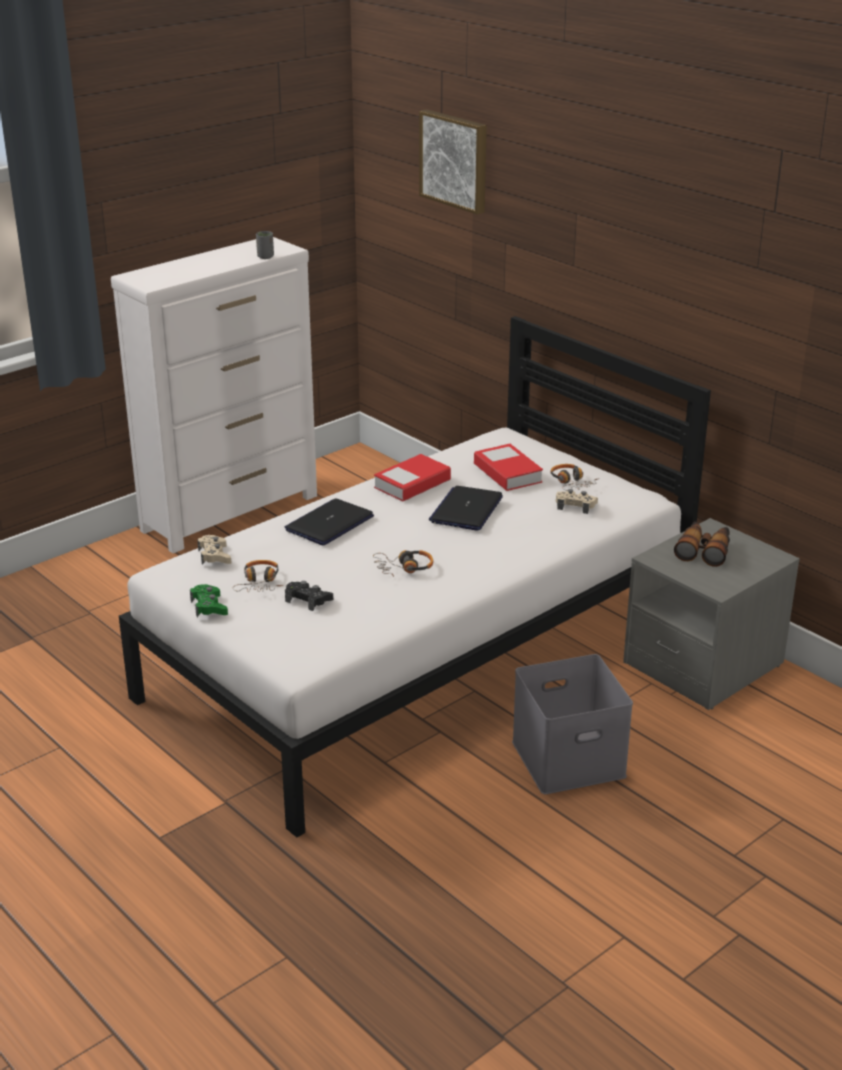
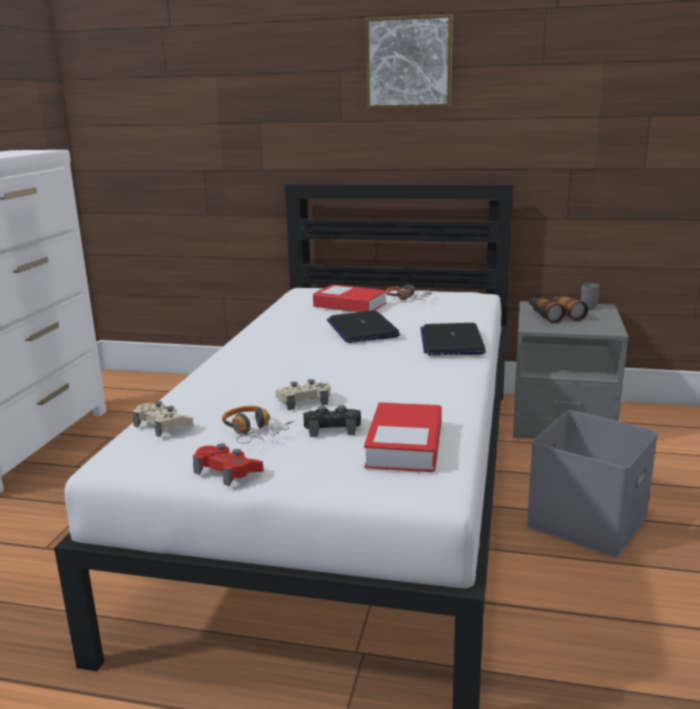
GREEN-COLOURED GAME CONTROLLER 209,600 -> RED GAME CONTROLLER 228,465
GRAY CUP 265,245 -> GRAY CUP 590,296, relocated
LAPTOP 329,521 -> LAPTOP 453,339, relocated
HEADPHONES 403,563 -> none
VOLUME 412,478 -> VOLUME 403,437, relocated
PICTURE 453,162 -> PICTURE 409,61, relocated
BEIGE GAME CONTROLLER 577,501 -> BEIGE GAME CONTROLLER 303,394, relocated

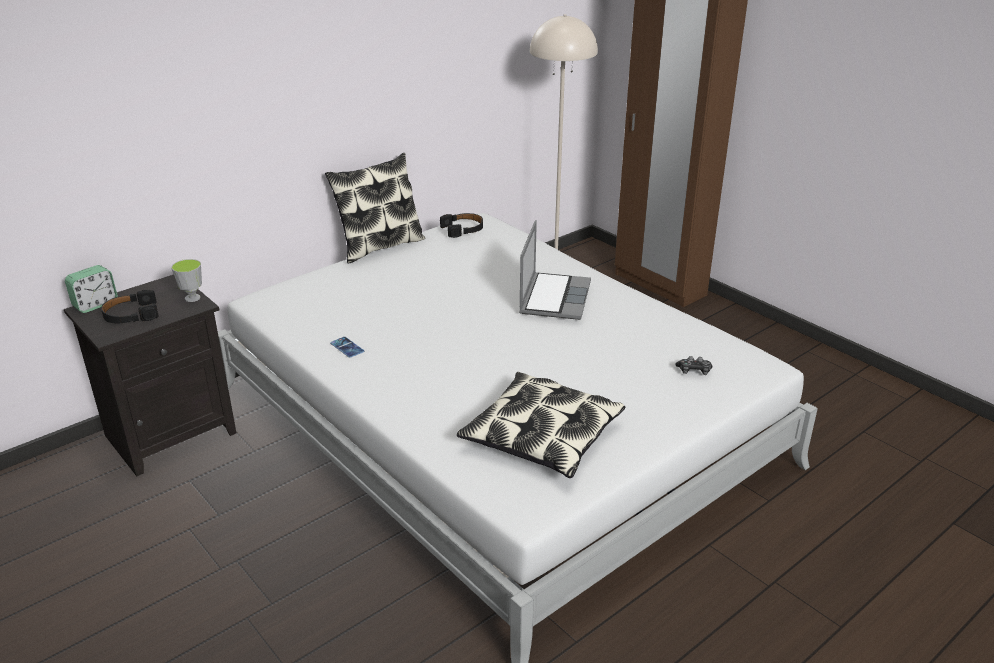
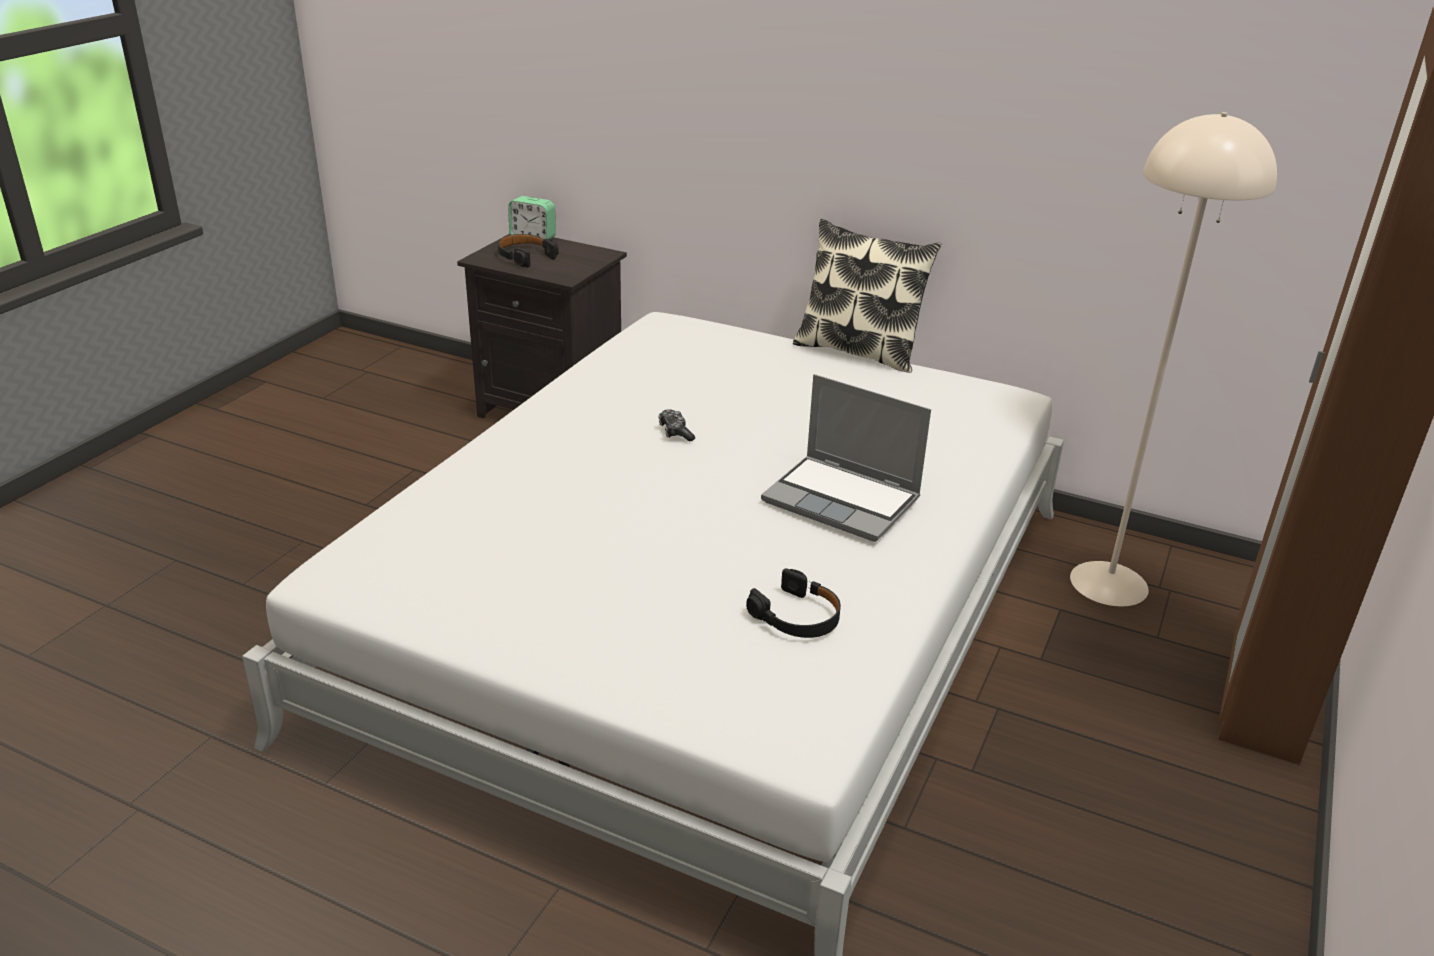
CUP 186,280 -> none
PHONE 347,347 -> none
BLACKISH HEADPHONES 461,225 -> BLACKISH HEADPHONES 793,603, relocated
THROW PILLOW 541,425 -> none
LAPTOP 555,270 -> LAPTOP 846,458, 45 degrees clockwise
GAME CONTROLLER 694,365 -> GAME CONTROLLER 676,425, relocated

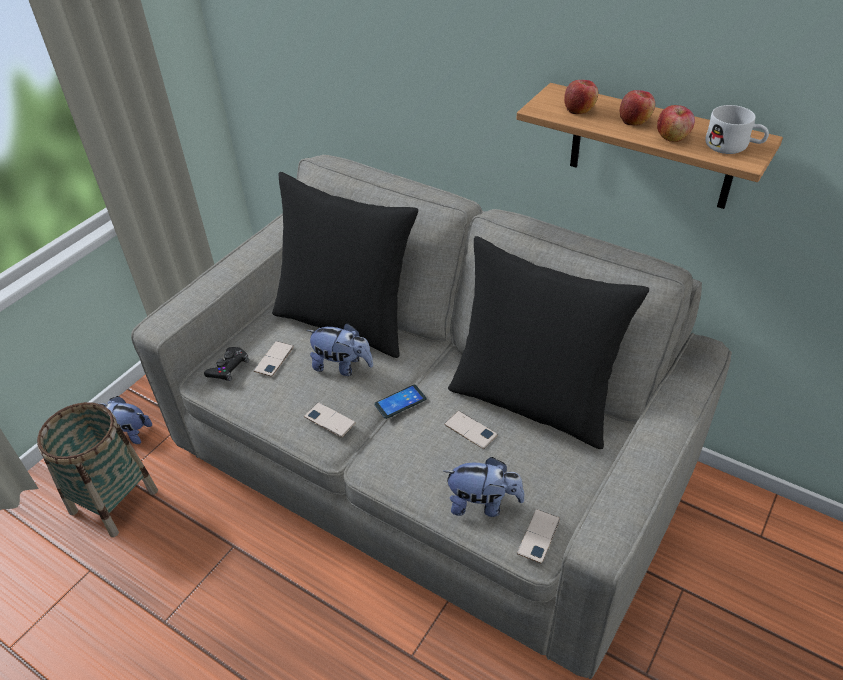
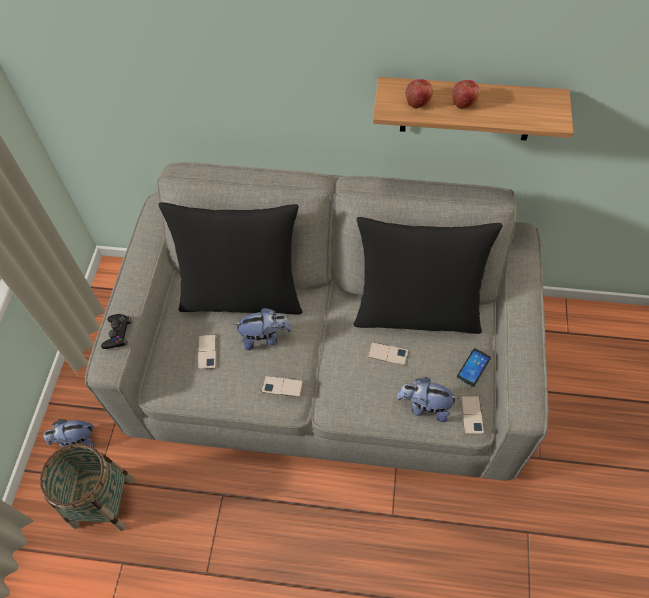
BLACKISH GAME CONTROLLER 226,364 -> BLACKISH GAME CONTROLLER 116,331, relocated
PHONE 400,401 -> PHONE 474,367, relocated
CUDDLY TOY 484,487 -> CUDDLY TOY 428,399, 150 degrees counterclockwise
WHOLE APPLE 676,123 -> none
WHITE MUG 737,129 -> none

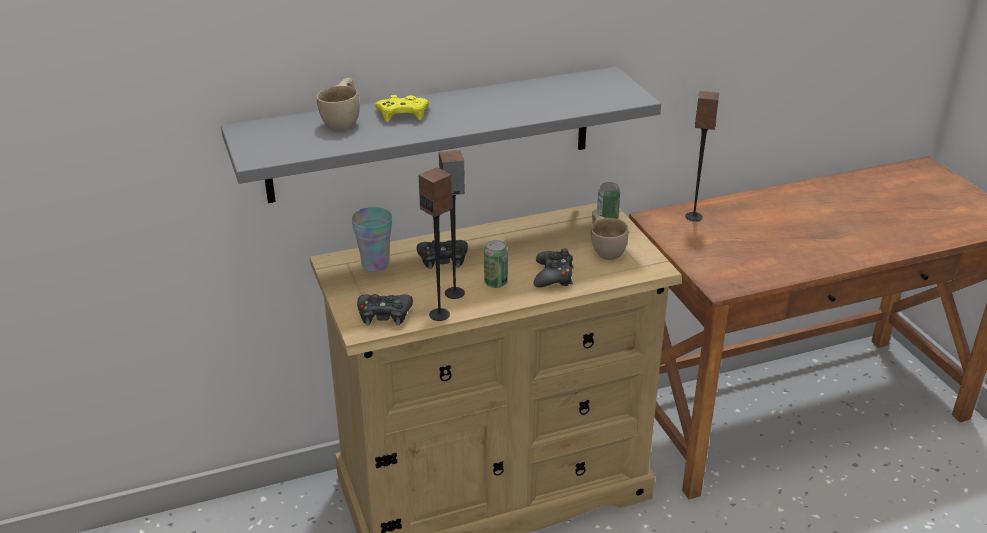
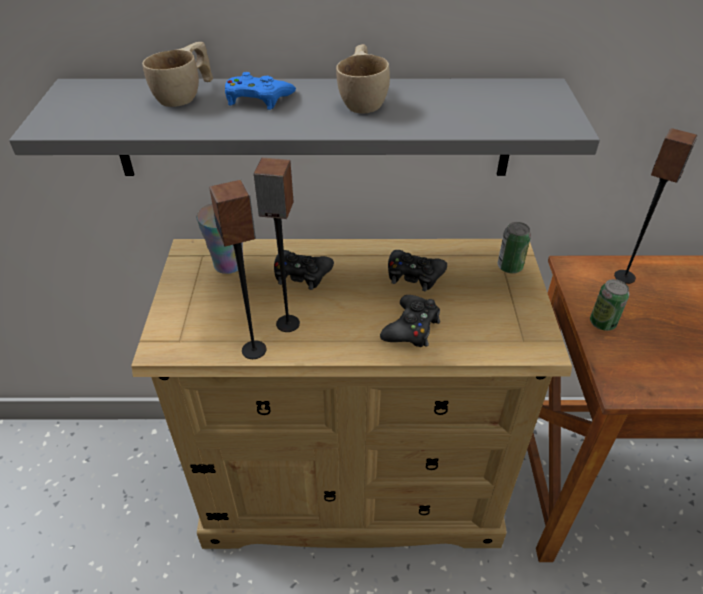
BLACKISH GAME CONTROLLER 385,309 -> BLACKISH GAME CONTROLLER 417,270, relocated
YELLOWISH GAME CONTROLLER 402,108 -> BLUE GAME CONTROLLER 260,91
SEALED CAN 496,264 -> SEALED CAN 609,305, relocated
BEIGE CUP 609,235 -> BEIGE CUP 363,79, relocated

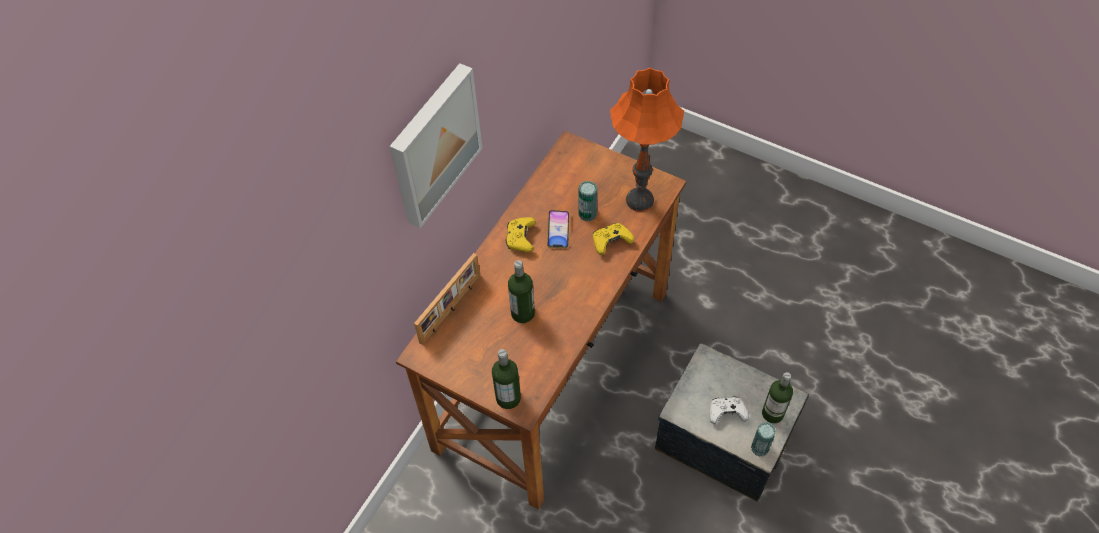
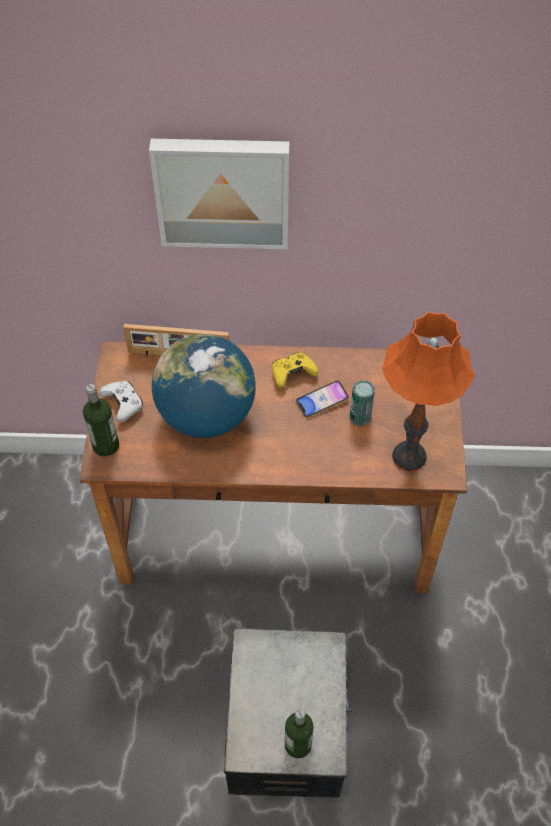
BOTTLE 521,291 -> DESK GLOBE 204,386
YELLOWISH GAME CONTROLLER 613,239 -> none
WHITE GAME CONTROLLER 729,410 -> WHITE GAME CONTROLLER 121,401, relocated
SEALED CAN 763,439 -> none

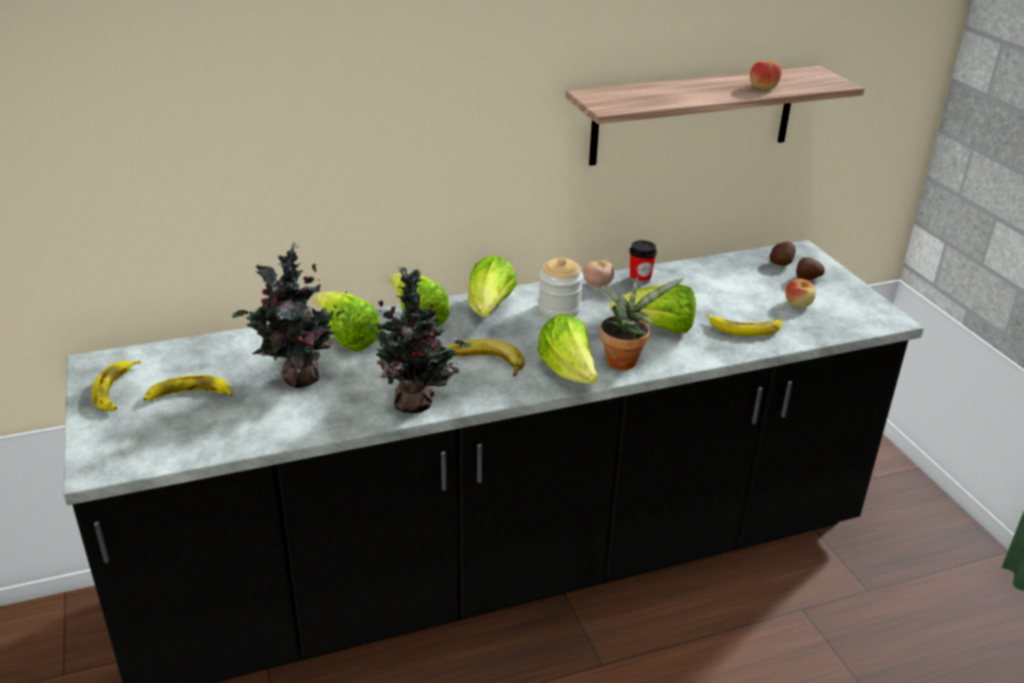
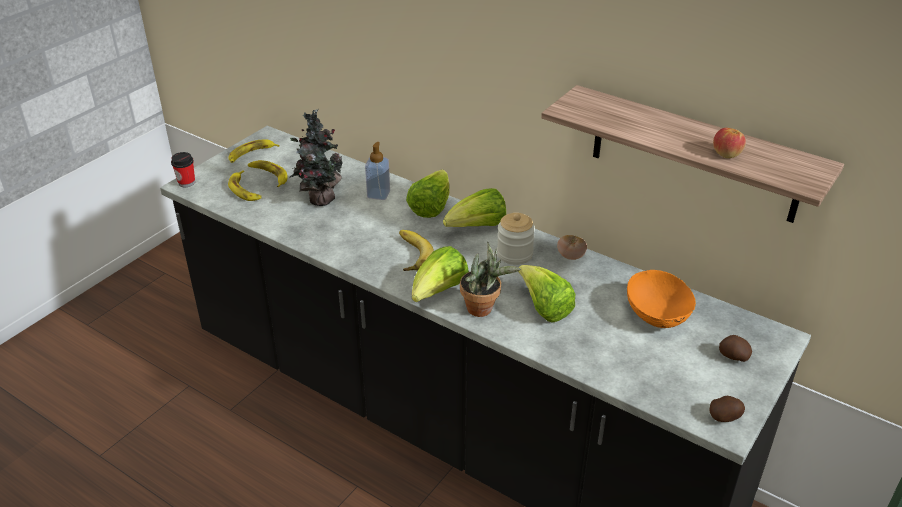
LETTUCE HEAD 347,322 -> SOAP DISPENSER 377,171
PLANT IN A POT 414,340 -> none
CUP 643,262 -> CUP 183,169, relocated
WHOLE BANANA 744,325 -> WHOLE BANANA 245,185, relocated
SPUD 783,253 -> SPUD 727,409, relocated
WHOLE APPLE 800,293 -> none
none -> ORANGE SERVING BOWL 661,299

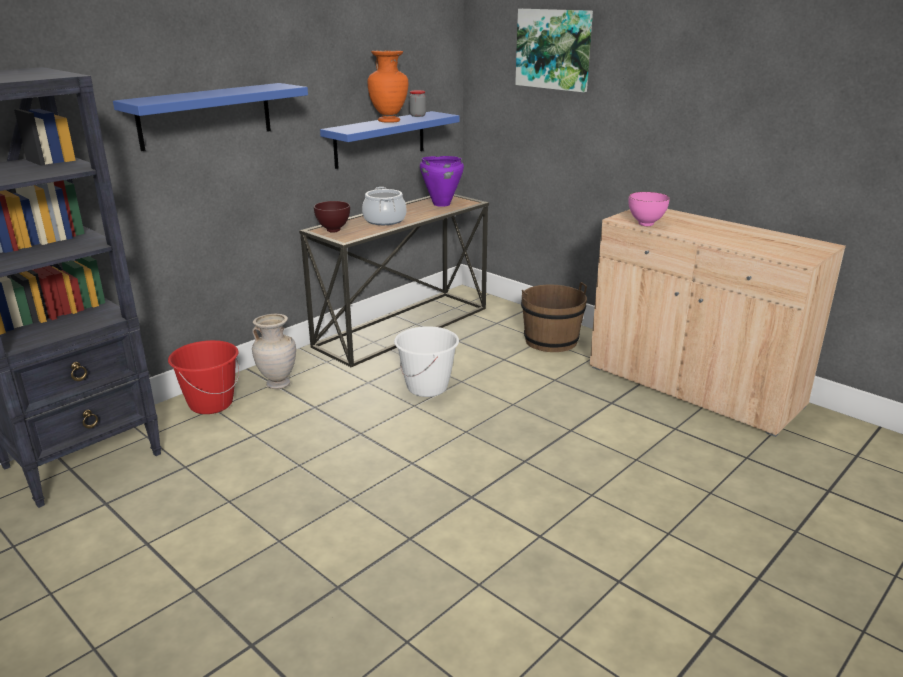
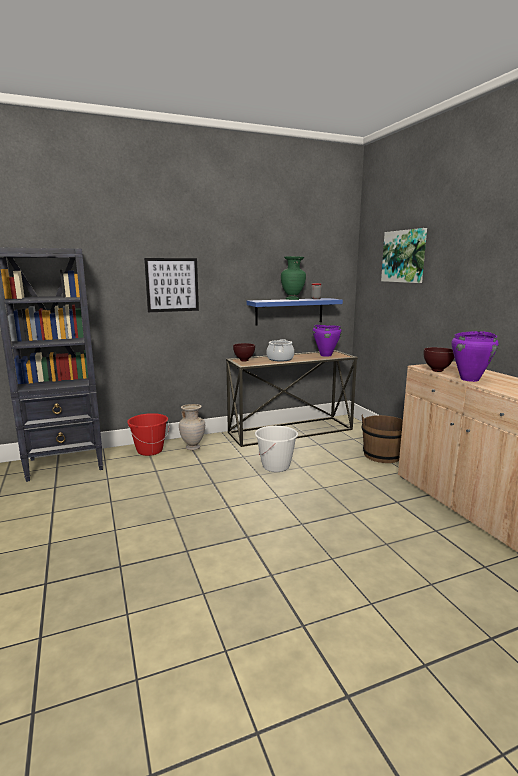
BLUE BRACKET SHELF 210,117 -> PICTURE 171,285
ORANGE VASE 388,87 -> GREEN-COLOURED VASE 293,278
PINKISH SERVING BOWL 649,209 -> BROWNISH SERVING BOWL 439,359
none -> PURPLE-COLOURED SAUCEPOT 475,356

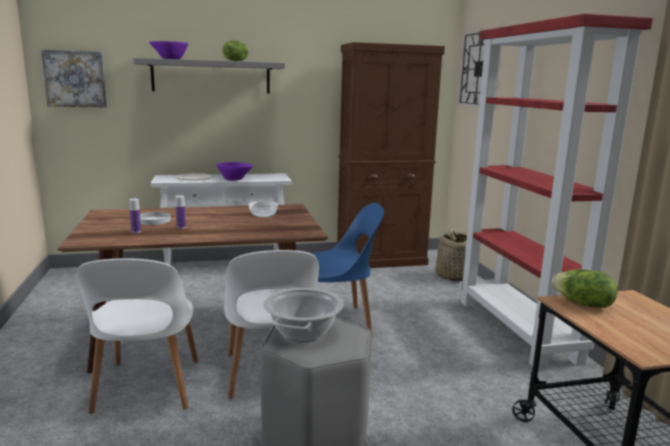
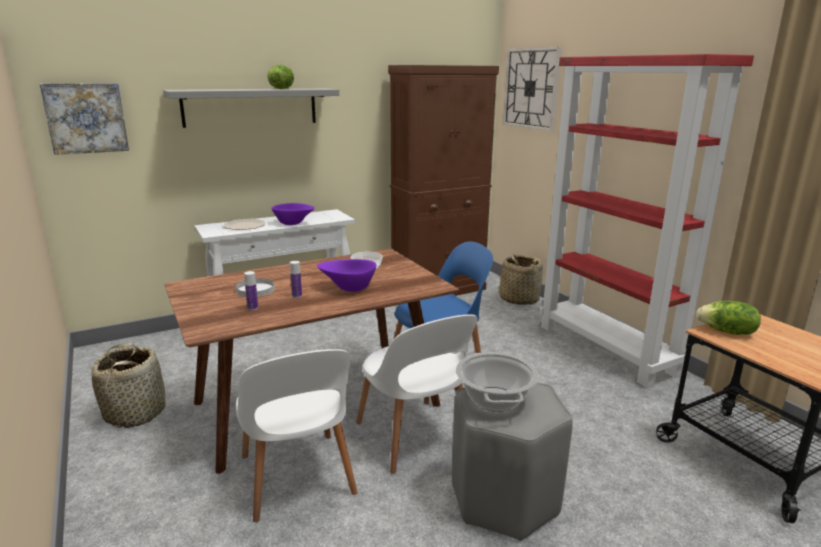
PURPLE-COLOURED SERVING BOWL 168,50 -> PURPLE-COLOURED SERVING BOWL 346,275, relocated
none -> BASKET 129,385

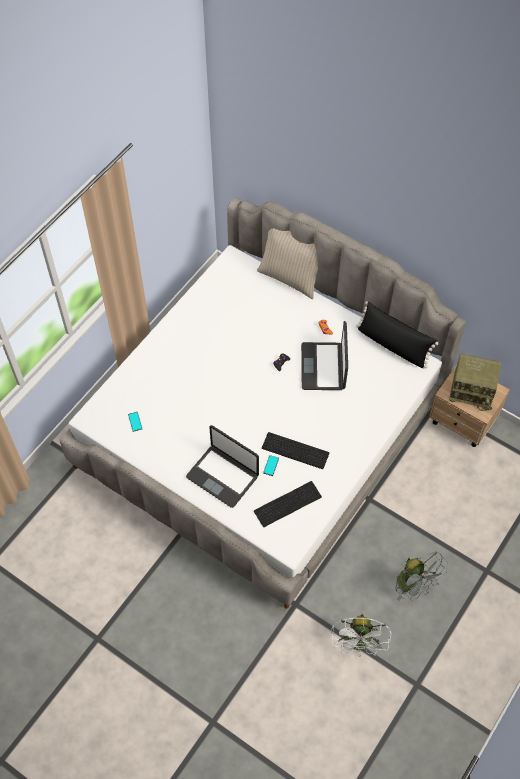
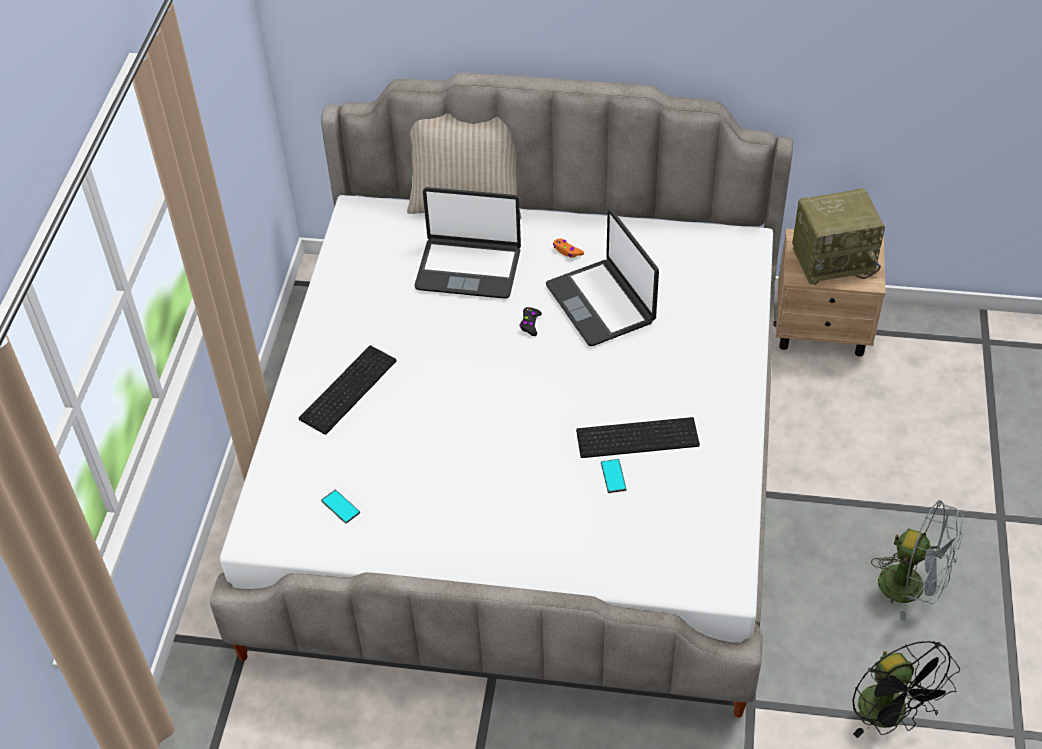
LAPTOP 222,466 -> LAPTOP 468,243, relocated
KEYBOARD 288,504 -> KEYBOARD 348,390, relocated
WHITE COOLING FAN 361,635 -> BLACKISH COOLING FAN 906,689
BLACKISH THROW PILLOW 397,334 -> none

